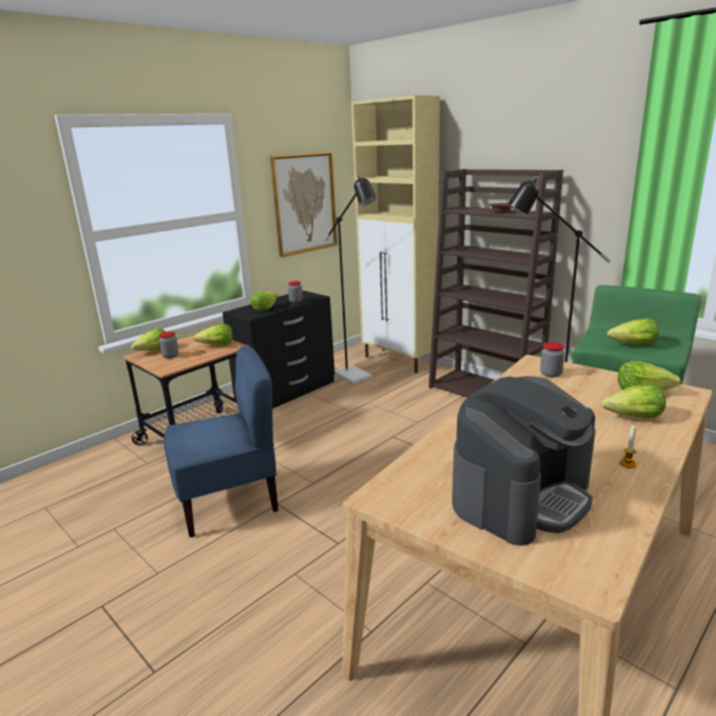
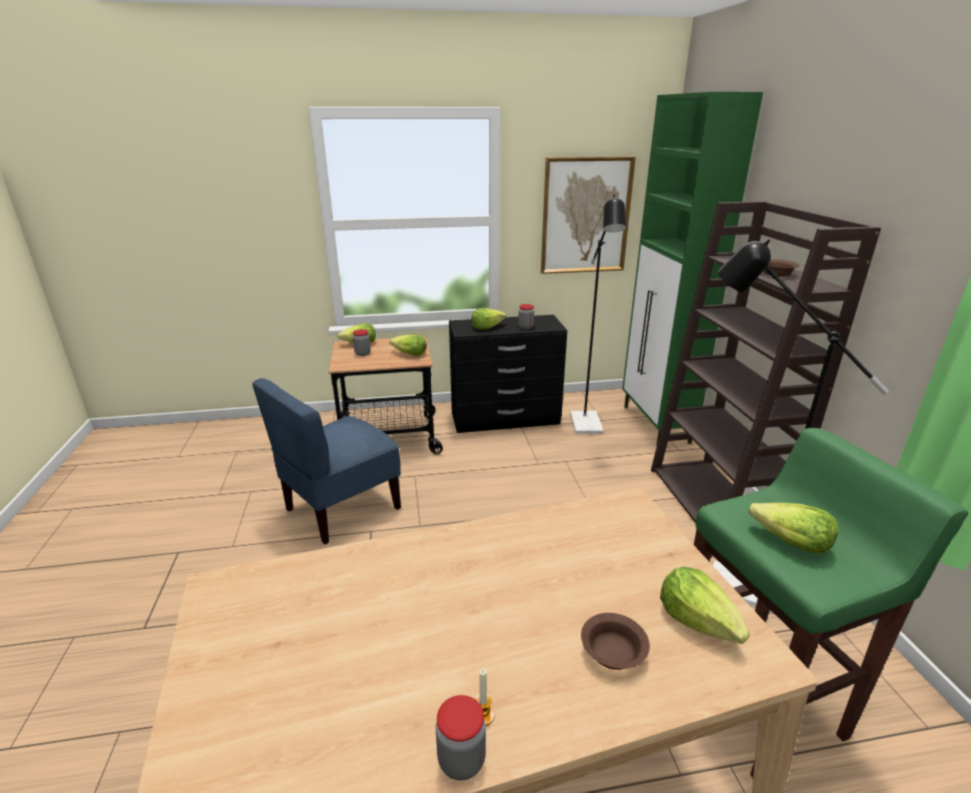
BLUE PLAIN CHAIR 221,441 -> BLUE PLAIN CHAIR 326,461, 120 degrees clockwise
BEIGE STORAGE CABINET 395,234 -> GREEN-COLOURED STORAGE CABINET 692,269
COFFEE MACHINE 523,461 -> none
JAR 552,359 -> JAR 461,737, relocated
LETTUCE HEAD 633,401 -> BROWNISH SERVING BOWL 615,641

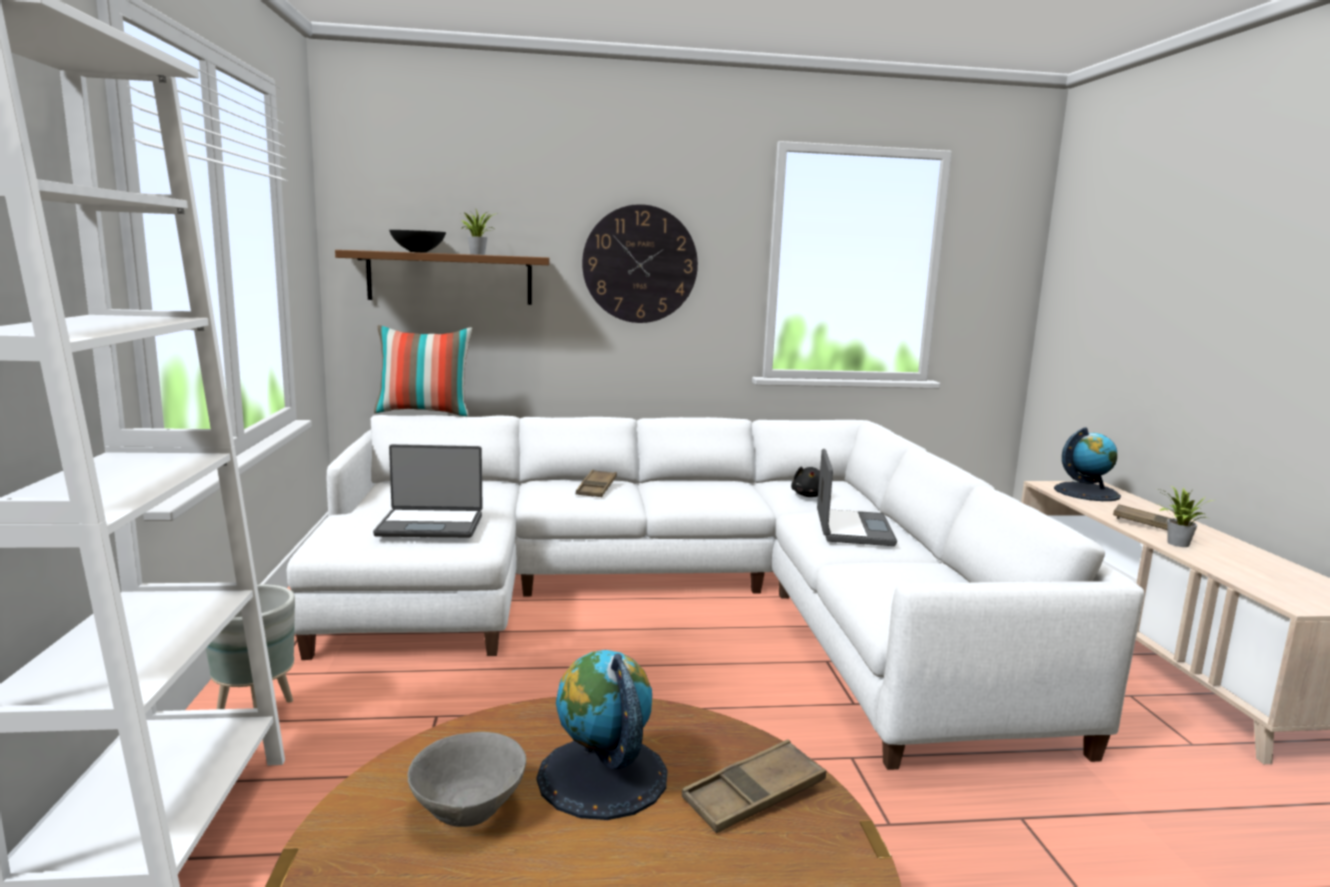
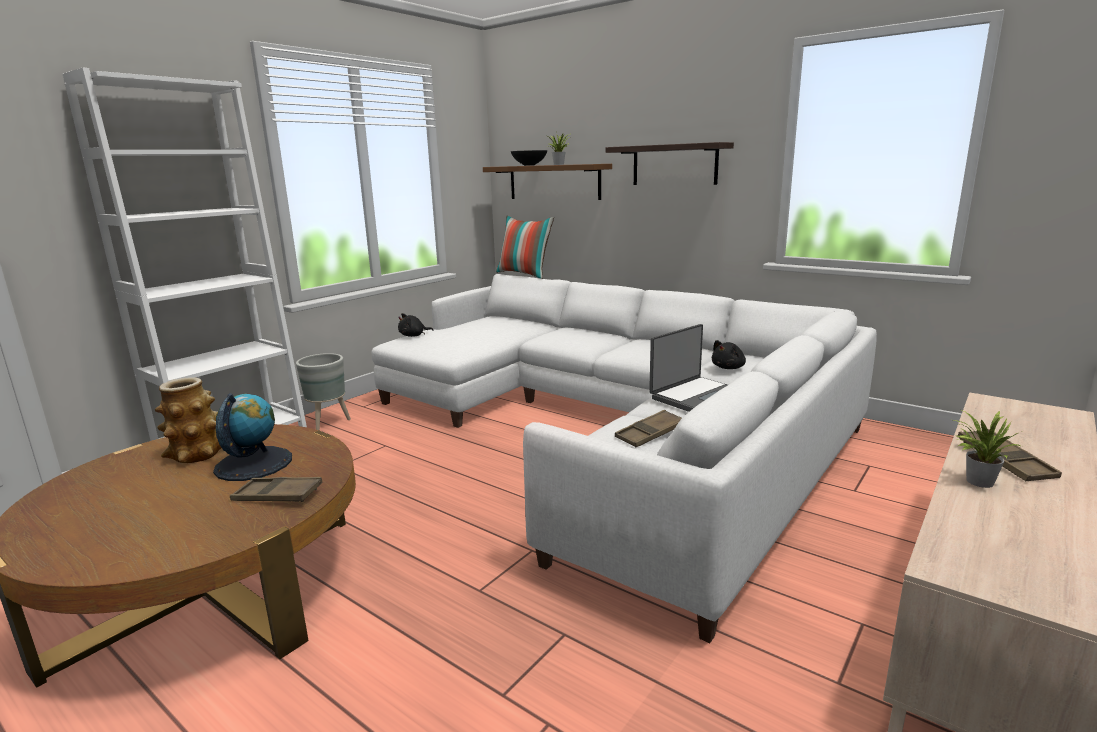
LAPTOP 428,491 -> none
GRAY SERVING BOWL 466,779 -> VASE 188,420
BROWNISH SERVING TRAY 596,483 -> BROWNISH SERVING TRAY 648,428, relocated
CLOCK ON THE WALL 640,263 -> BRACKET SHELF 670,163
DESK GLOBE 1087,464 -> none
none -> BLACKISH CUDDLY TOY 416,325

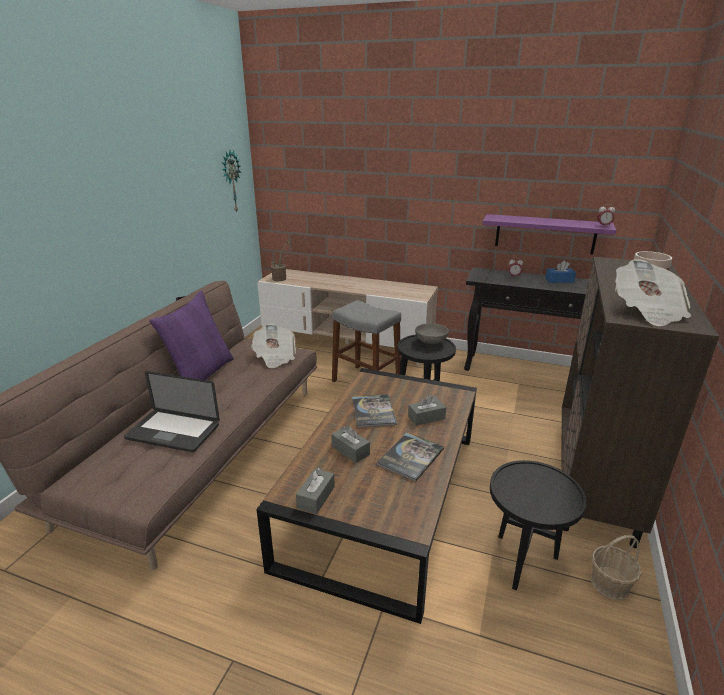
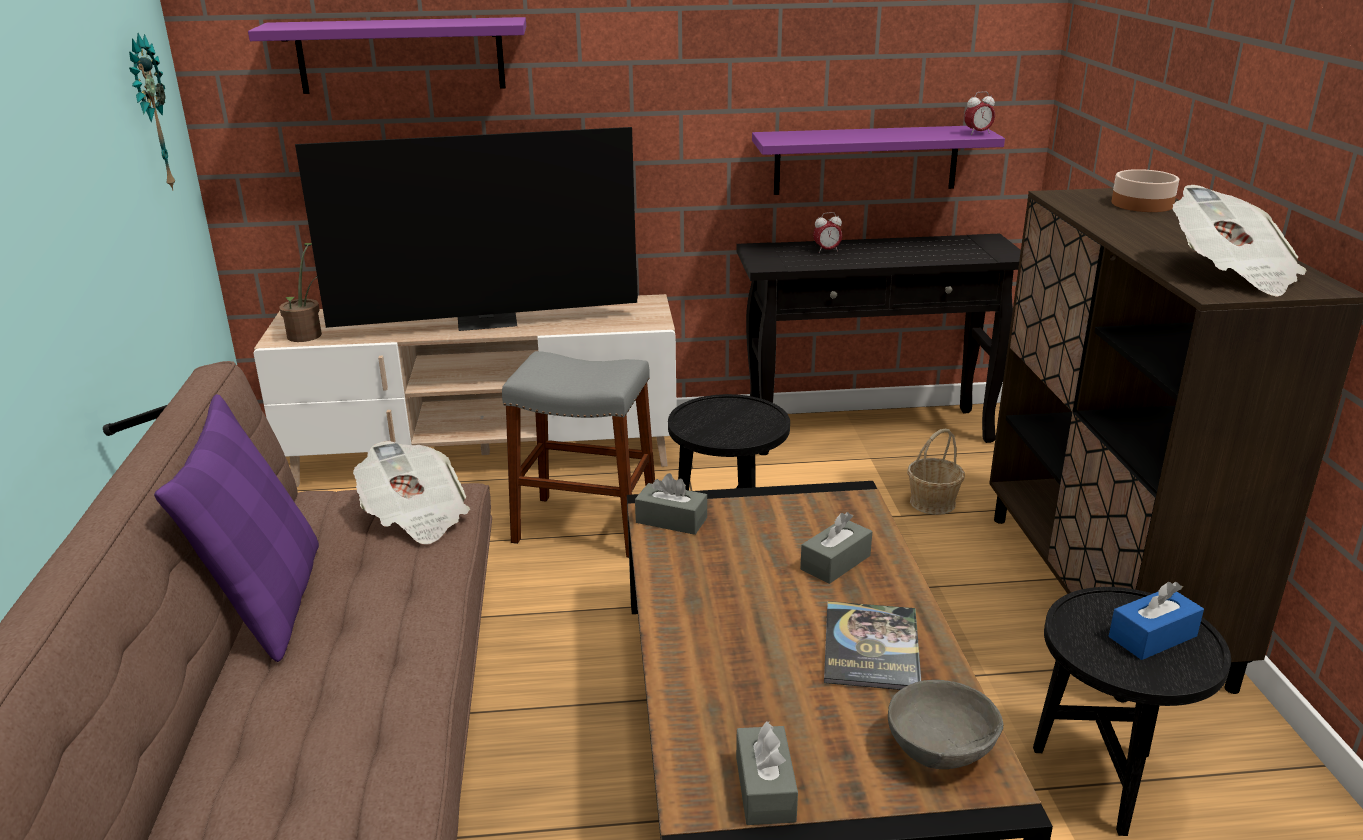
LAPTOP 172,411 -> none
GRAY TISSUE BOX 350,444 -> GRAY TISSUE BOX 671,504, relocated
VOLUME 374,411 -> none
GRAY SERVING BOWL 432,333 -> GRAY SERVING BOWL 945,724, relocated
BLUE TISSUE BOX 560,272 -> BLUE TISSUE BOX 1156,621, relocated
BASKET 616,567 -> BASKET 936,472, relocated
none -> PURPLE-COLOURED BRACKET SHELF 387,55
none -> TELEVISION 466,229

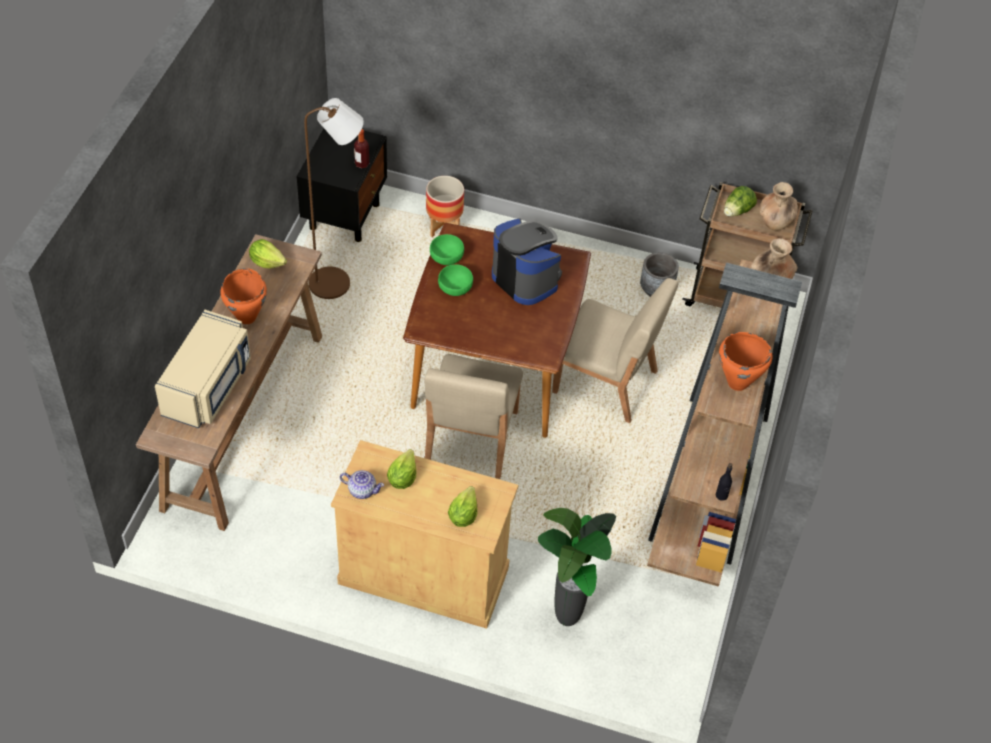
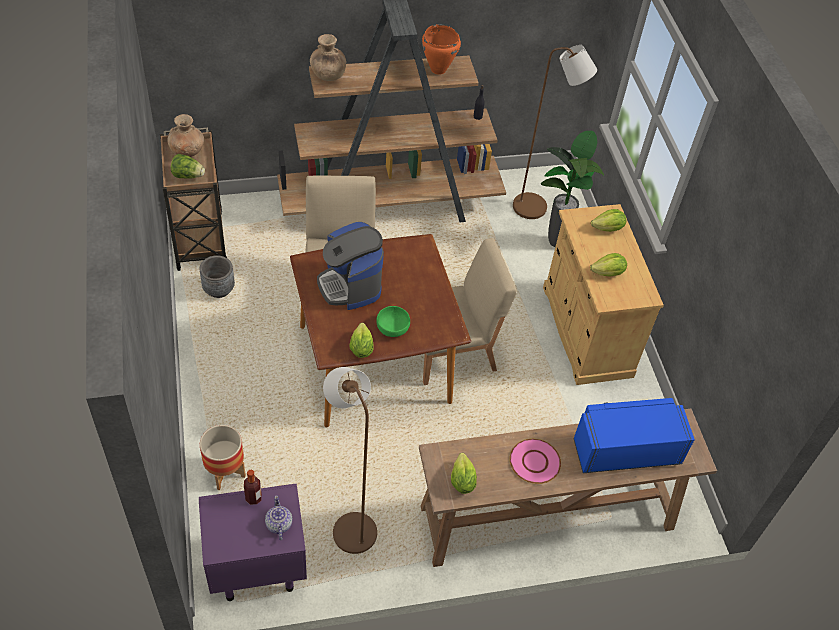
BEIGE MICROWAVE OVEN 203,369 -> BLUE MICROWAVE OVEN 634,435
ORANGE SAUCEPOT 243,296 -> PINKISH PLATE 535,461
BLACKISH NIGHTSTAND 342,185 -> PURPLE-COLOURED NIGHTSTAND 253,542
TEA POT 362,484 -> TEA POT 279,517, relocated
GREEN-COLOURED SERVING BOWL 447,249 -> LETTUCE HEAD 361,340
COFFEE MACHINE 527,261 -> COFFEE MACHINE 350,266, 45 degrees counterclockwise
none -> BROWNISH STANDING LAMP 555,132

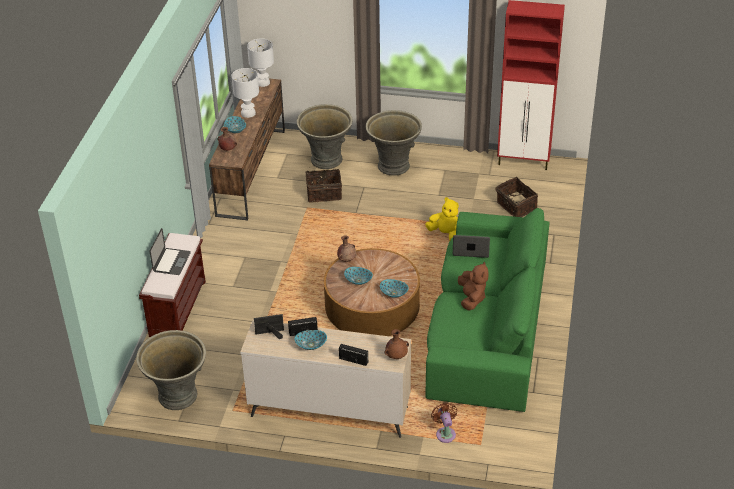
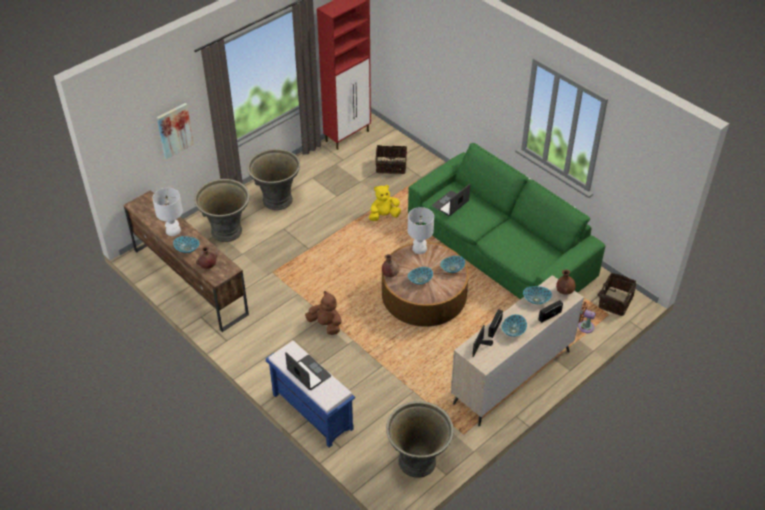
BROWNISH BENCH 172,285 -> BLUE BENCH 310,394
WHITE TABLETOP LAMP 260,63 -> WHITE TABLETOP LAMP 421,230, relocated
BASKET 324,185 -> BASKET 616,294, relocated
BROWNISH CUDDLY TOY 473,286 -> BROWNISH CUDDLY TOY 323,313, relocated
none -> PICTURE 175,131
none -> SERVING BOWL 537,295

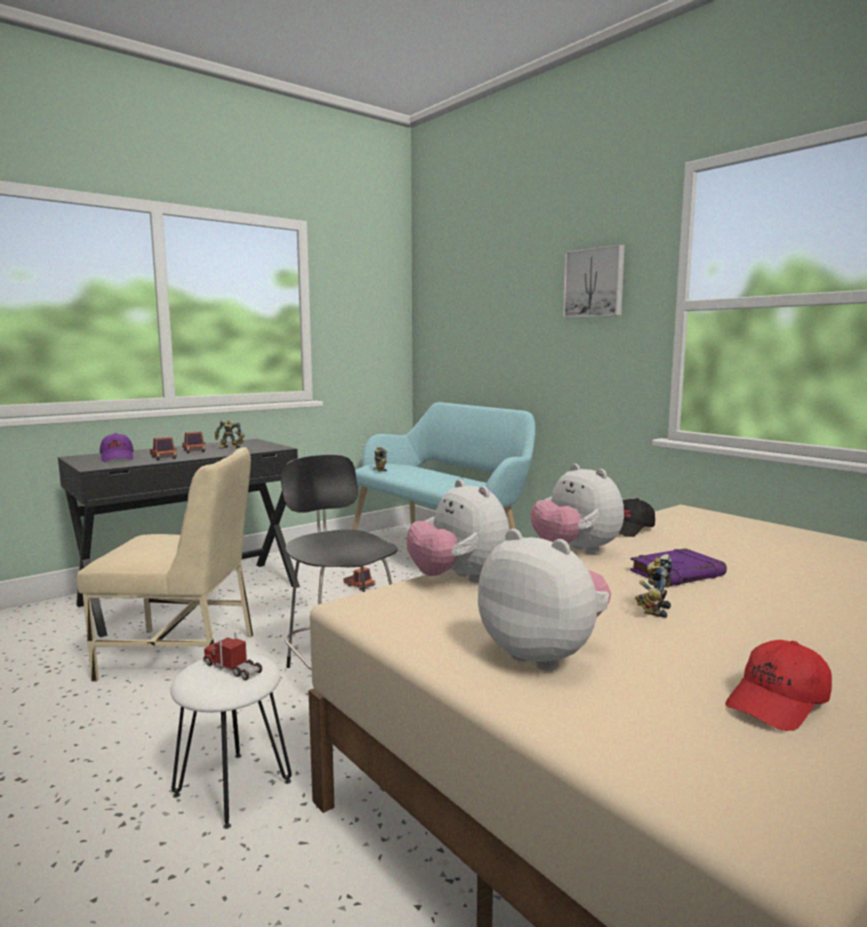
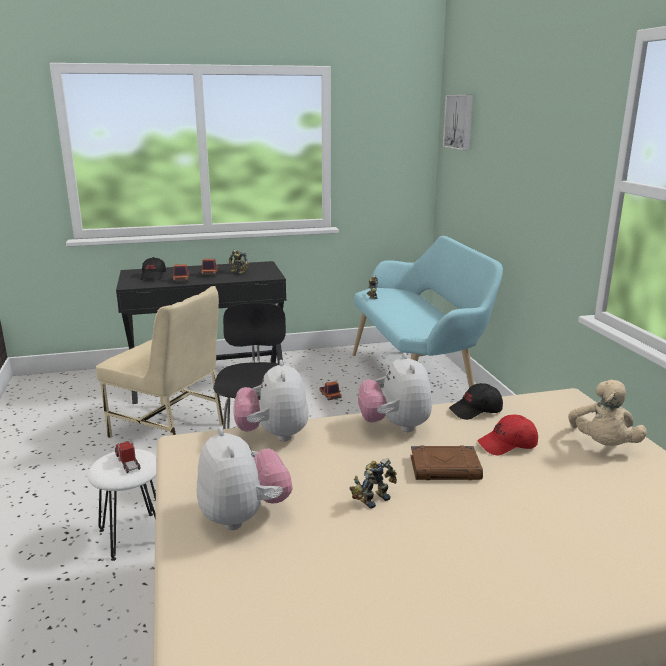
PURPLE-COLOURED CAP 117,447 -> BLACKISH CAP 153,268
PICTURE 594,281 -> PICTURE 458,122, relocated
PURPLE-COLOURED VOLUME 678,567 -> BROWNISH VOLUME 447,462
RED CAP 778,685 -> RED CAP 508,434, relocated
none -> BEIGE CUDDLY TOY 607,412

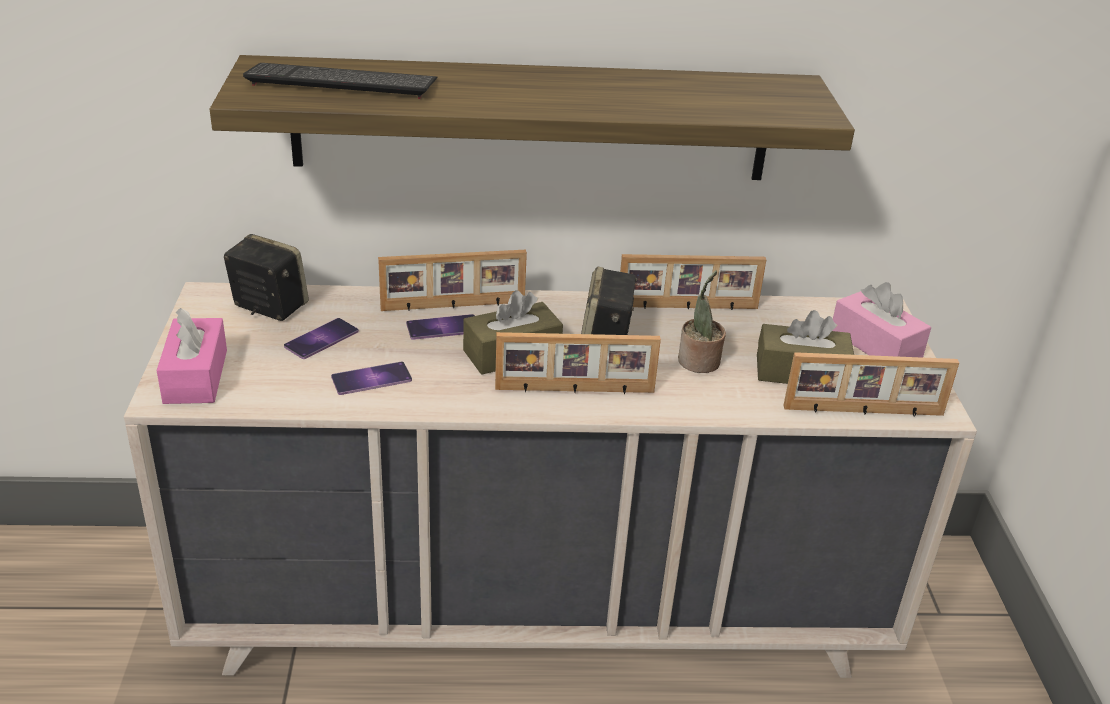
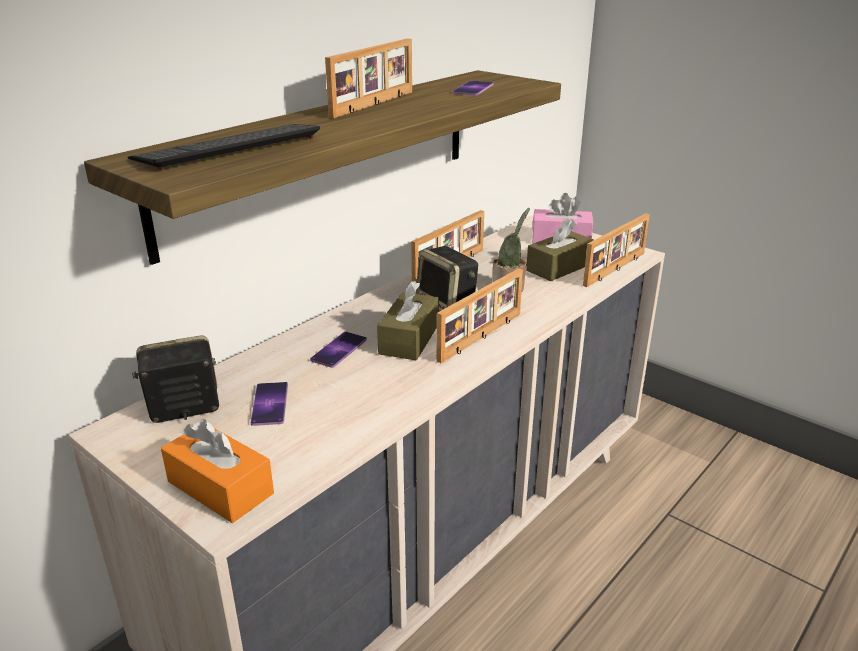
PINKISH TISSUE BOX 191,356 -> ORANGE TISSUE BOX 217,471
PHONE 371,378 -> PHONE 473,88, relocated
PICTURE FRAME 452,280 -> PICTURE FRAME 368,78, relocated

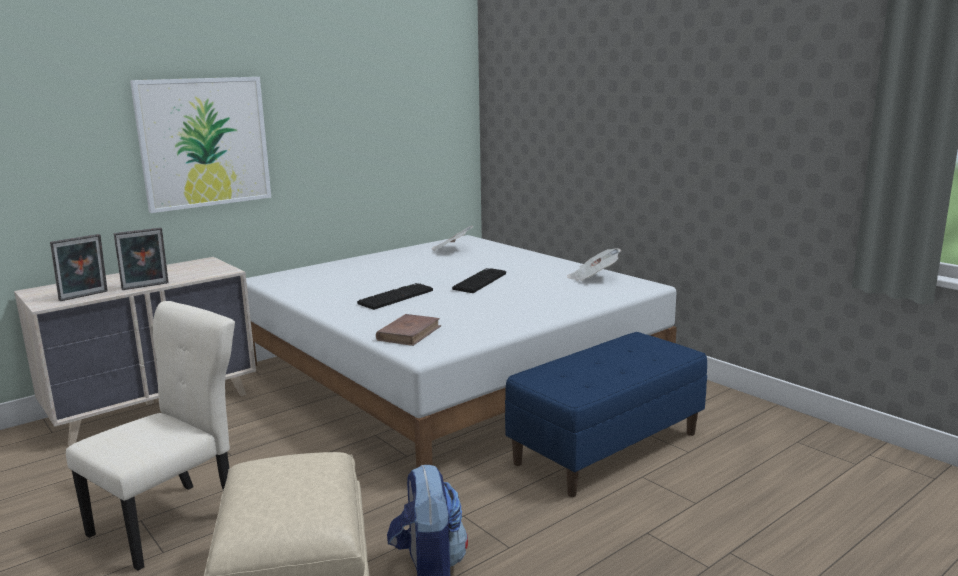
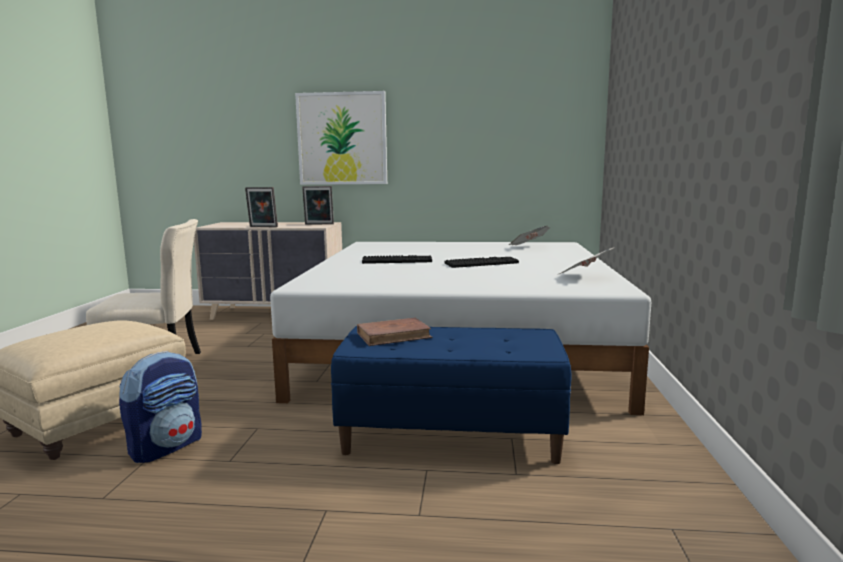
PICTURE FRAME 79,267 -> PICTURE FRAME 318,205, relocated
BROWNISH VOLUME 408,330 -> BROWNISH VOLUME 395,332, relocated

